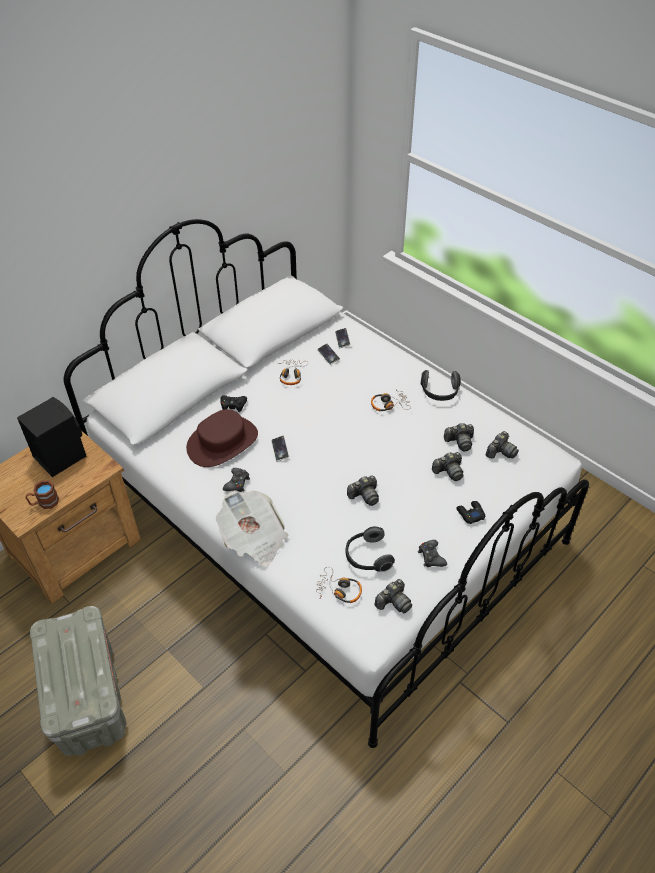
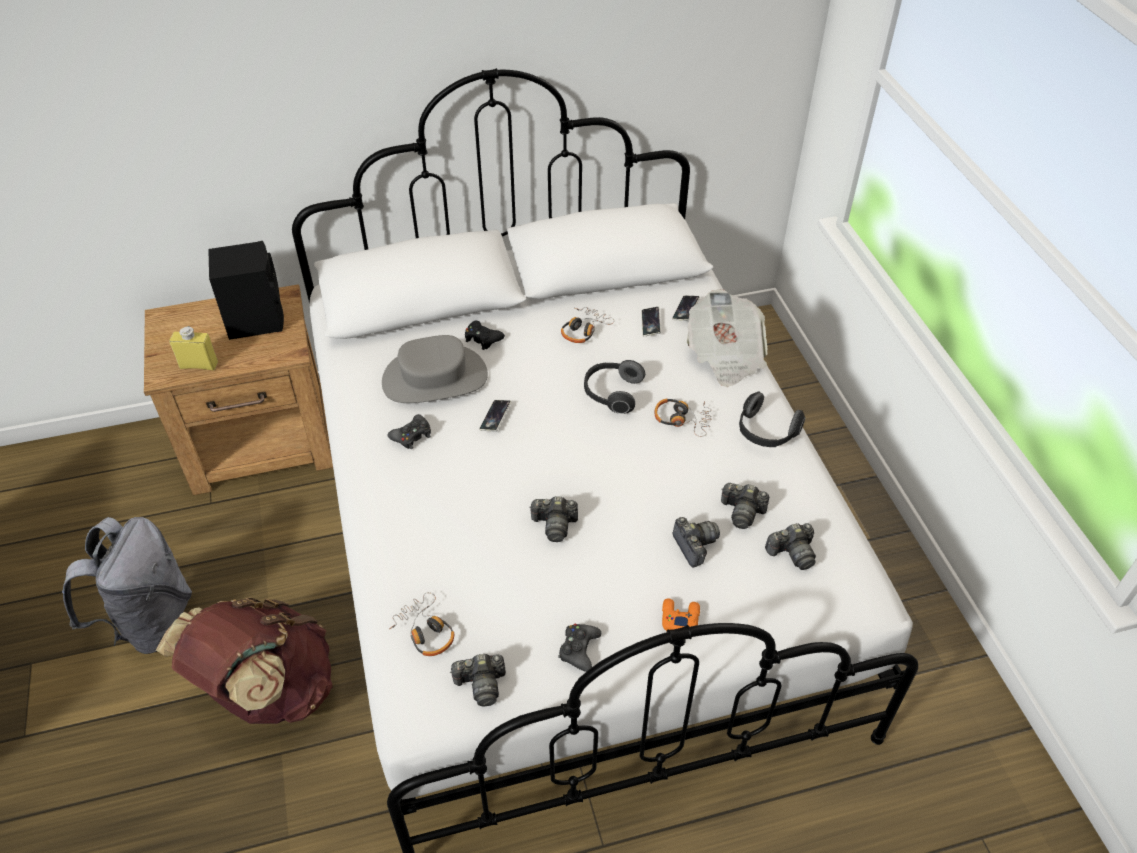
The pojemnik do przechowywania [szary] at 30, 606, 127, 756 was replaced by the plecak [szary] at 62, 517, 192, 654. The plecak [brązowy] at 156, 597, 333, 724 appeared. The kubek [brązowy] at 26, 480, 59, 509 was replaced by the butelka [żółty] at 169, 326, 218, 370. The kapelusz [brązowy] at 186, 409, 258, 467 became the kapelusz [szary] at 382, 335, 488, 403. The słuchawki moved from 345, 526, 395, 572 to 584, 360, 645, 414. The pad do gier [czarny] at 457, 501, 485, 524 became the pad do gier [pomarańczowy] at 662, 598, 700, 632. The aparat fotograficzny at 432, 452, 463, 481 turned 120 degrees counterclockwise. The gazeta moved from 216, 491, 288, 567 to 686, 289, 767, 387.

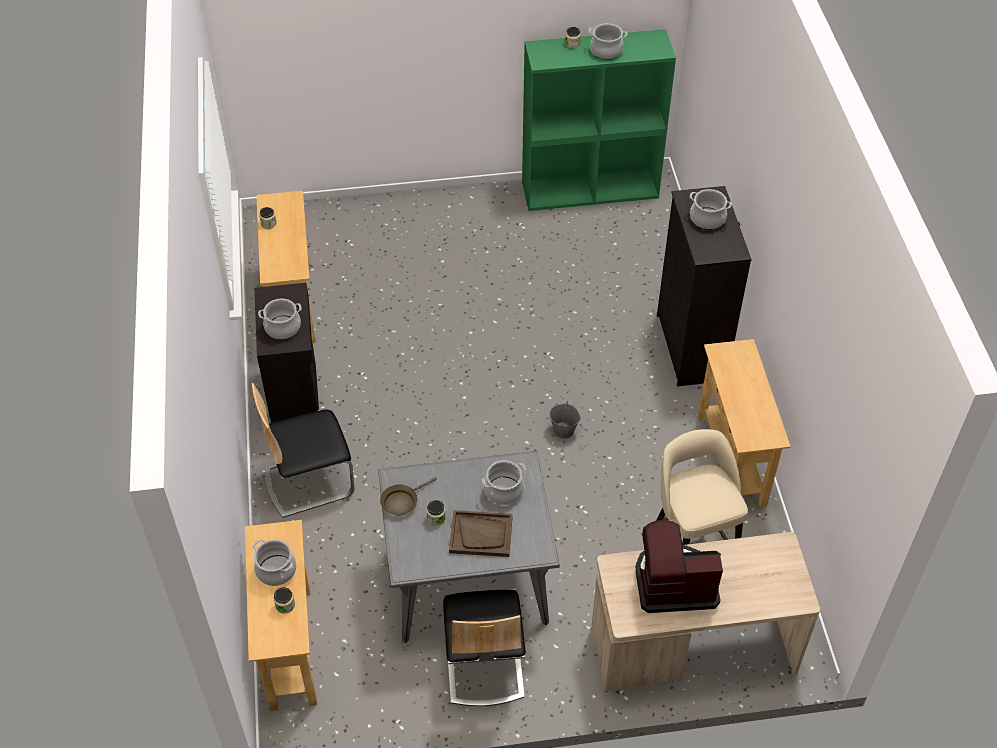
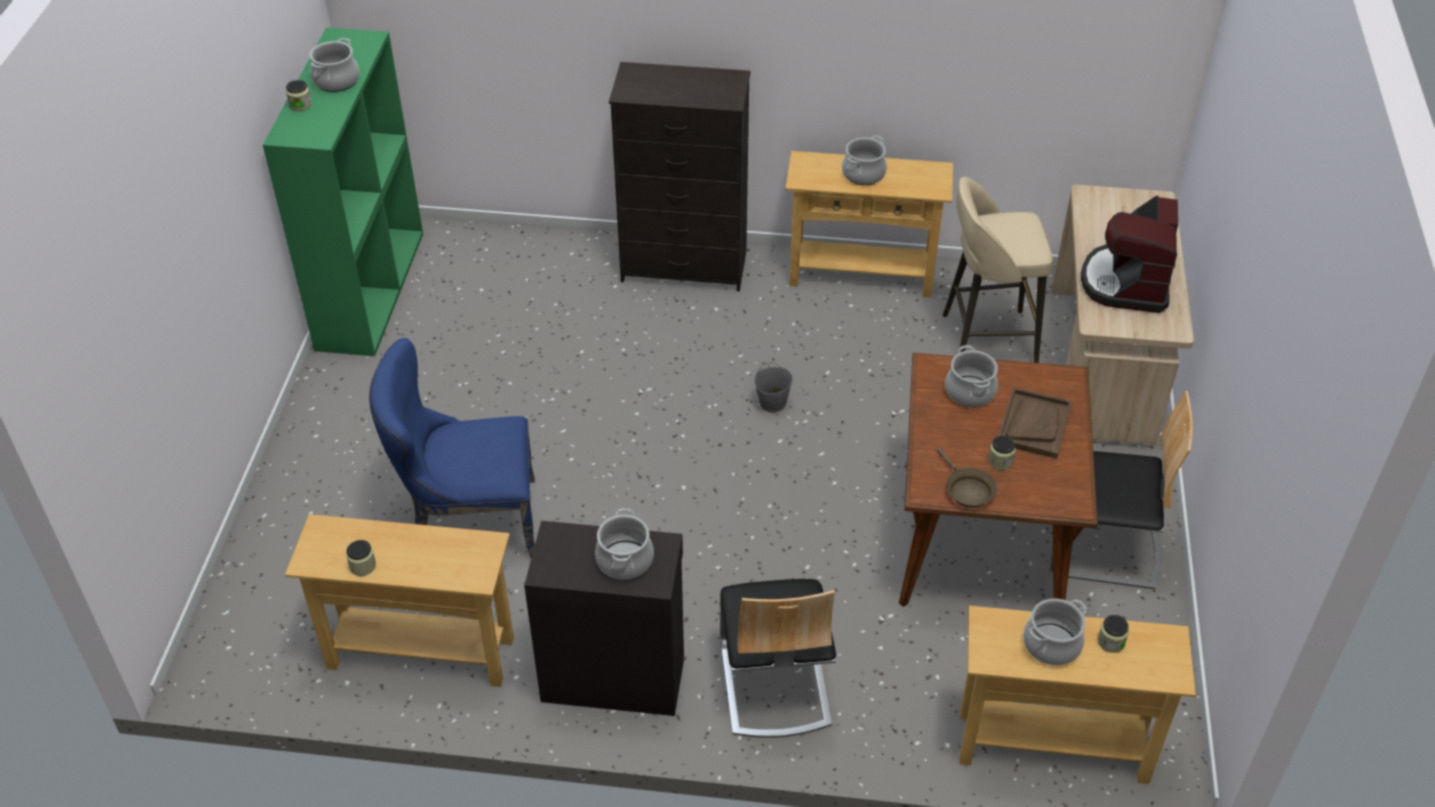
The krzesło [niebieski] at 369, 338, 535, 558 appeared. The garnek moved from 690, 189, 732, 229 to 842, 135, 887, 185. The stół jadalny [szary] at 378, 451, 560, 643 became the stół jadalny [brązowy] at 899, 353, 1098, 607.

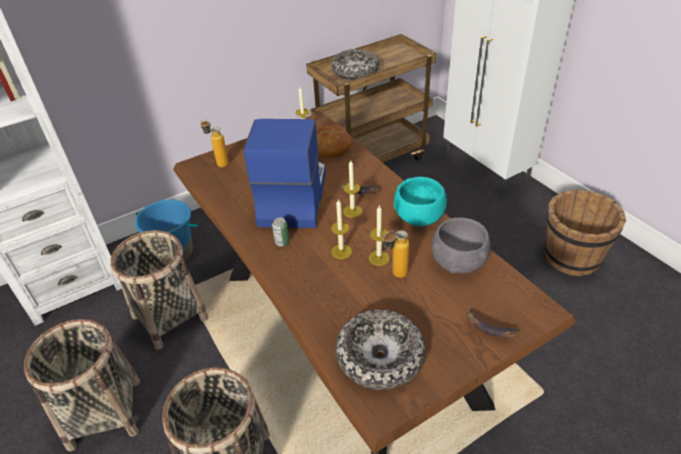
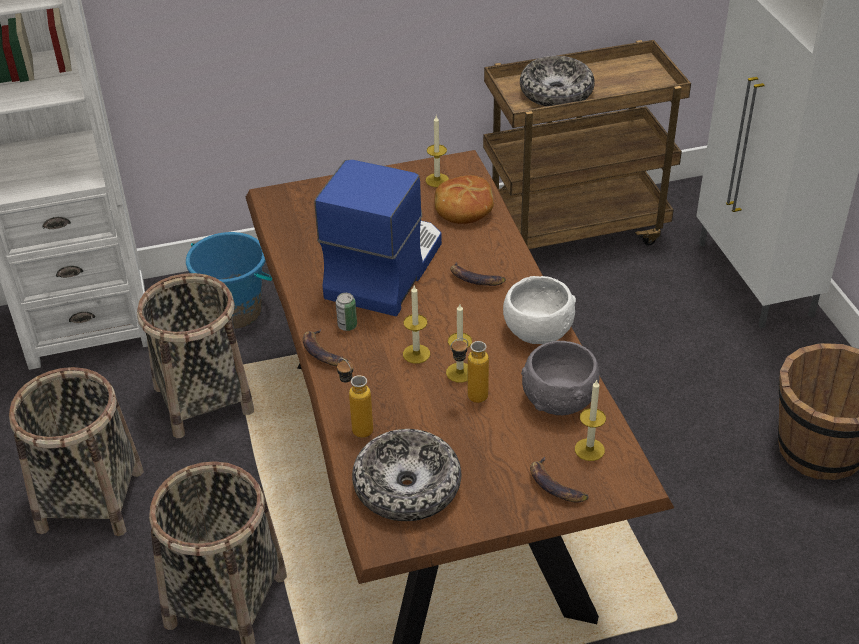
The banan at 303, 329, 349, 366 appeared. The butelka moved from 201, 118, 229, 167 to 337, 358, 373, 438. The miska [turkusowy] at 394, 177, 447, 226 became the miska [biały] at 503, 276, 576, 344. The świeca moved from 343, 160, 362, 218 to 575, 379, 606, 461.

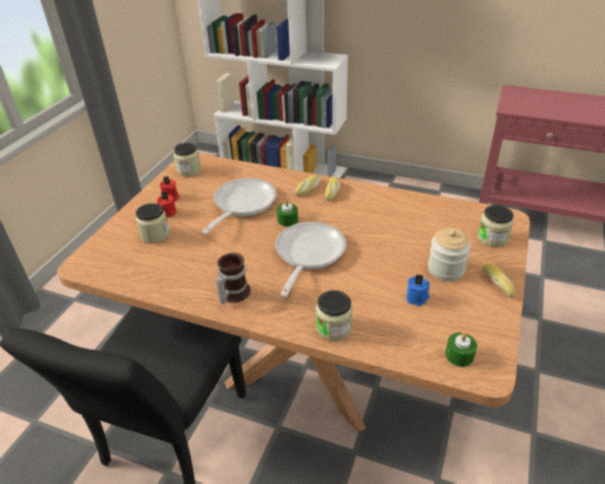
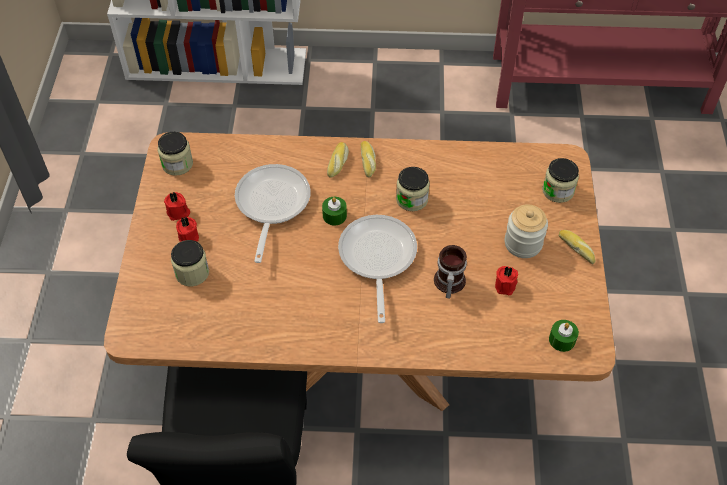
The słoik moved from 316, 290, 353, 341 to 396, 167, 430, 211. The kubek moved from 216, 253, 251, 304 to 434, 245, 467, 298. The świeca [niebieski] at 406, 274, 430, 306 became the świeca [czerwony] at 495, 266, 518, 295.

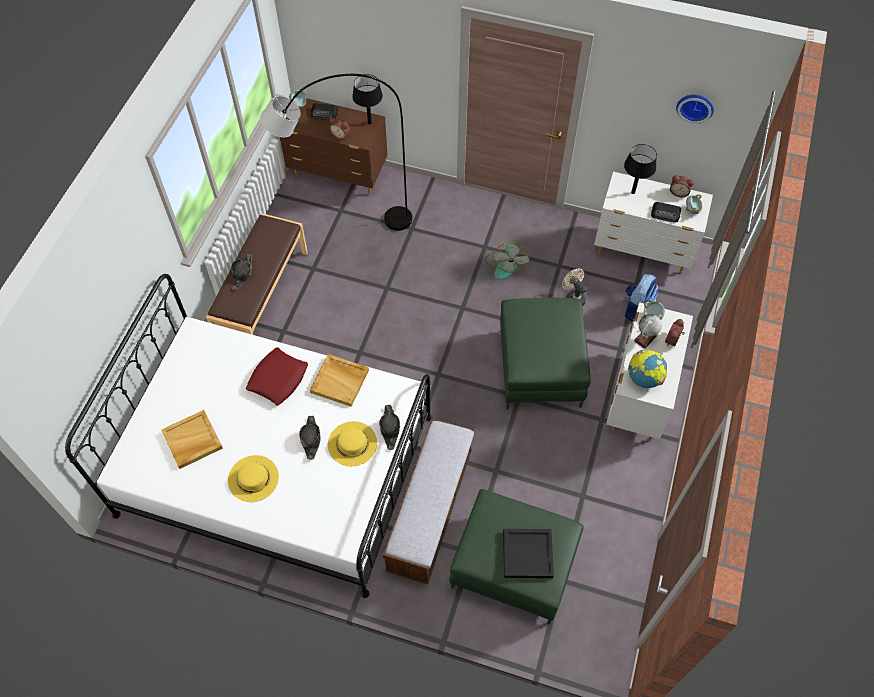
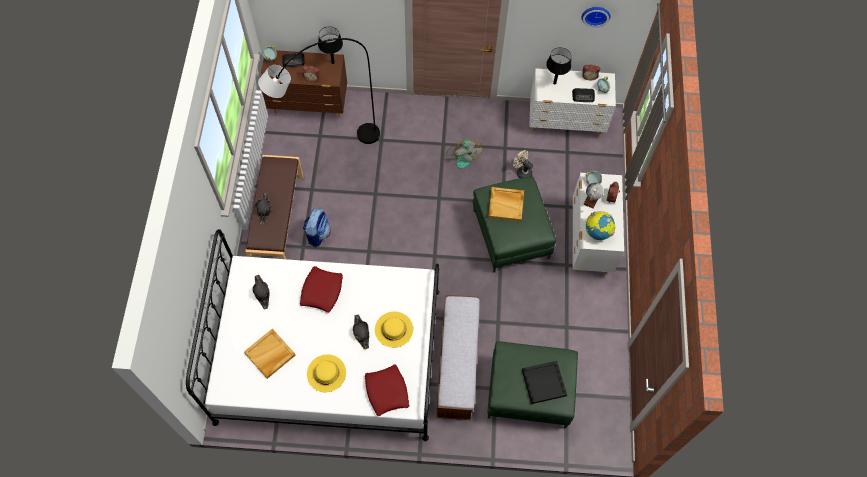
The kapelusz [czarny] moved from 379, 405, 400, 450 to 252, 275, 270, 310. The plecak moved from 625, 274, 658, 322 to 303, 208, 331, 247. The poduszka [czerwony] at 365, 364, 409, 416 appeared. The taca [beżowy] moved from 310, 354, 369, 407 to 488, 187, 524, 222.

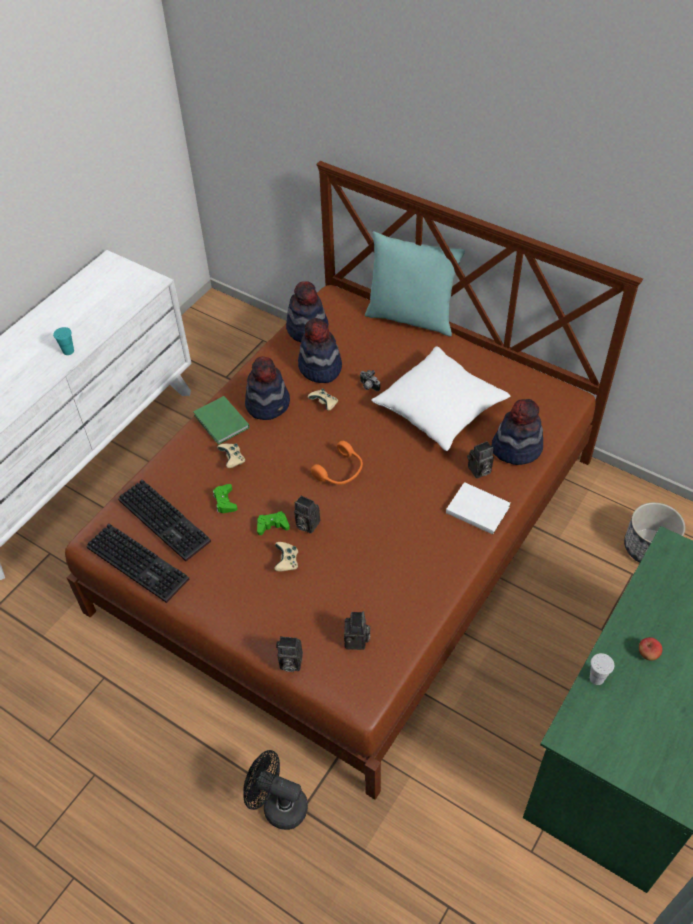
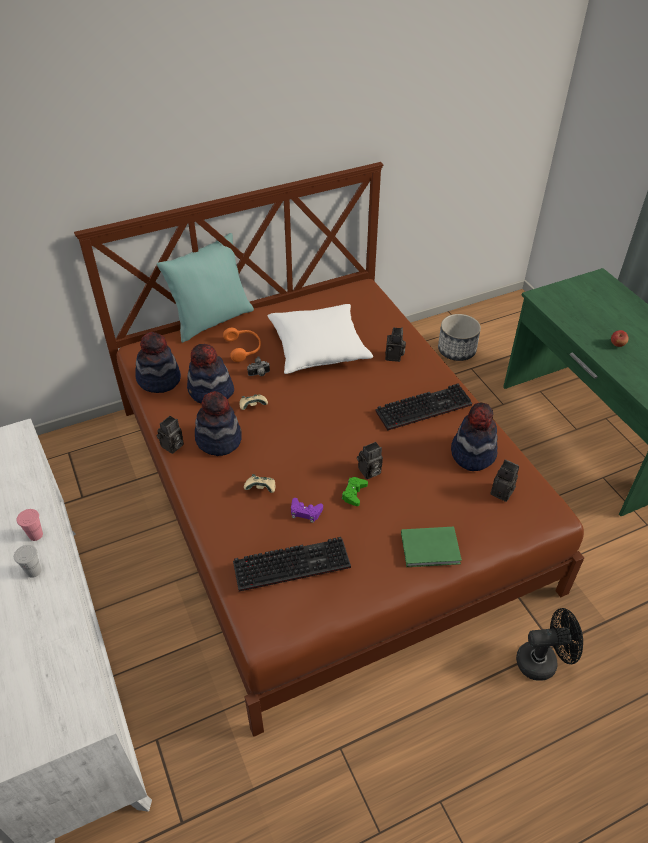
The filiżanka [biały] moved from 590, 653, 614, 685 to 14, 545, 41, 578. The filiżanka [turkusowy] at 53, 327, 74, 355 became the filiżanka [różowy] at 16, 509, 43, 541. The aparat fotograficzny moved from 276, 636, 303, 672 to 156, 416, 184, 454. The słuchawki [pomarańczowy] moved from 311, 441, 363, 485 to 223, 328, 261, 362. The pad do gier [zielony] at 213, 484, 237, 513 became the pad do gier [fioletowy] at 291, 498, 323, 523. The klawiatura moved from 86, 524, 189, 603 to 375, 383, 472, 431. The książka [zielony] moved from 193, 396, 250, 445 to 401, 527, 462, 567. The kapelusz moved from 491, 399, 543, 465 to 451, 403, 498, 471. The wentylator [czarny] at 243, 750, 308, 830 turned 150 degrees counterclockwise. The pad do gier [beżowy] at 274, 542, 298, 572 disappeared. The książka [biały] at 446, 482, 511, 534 disappeared.

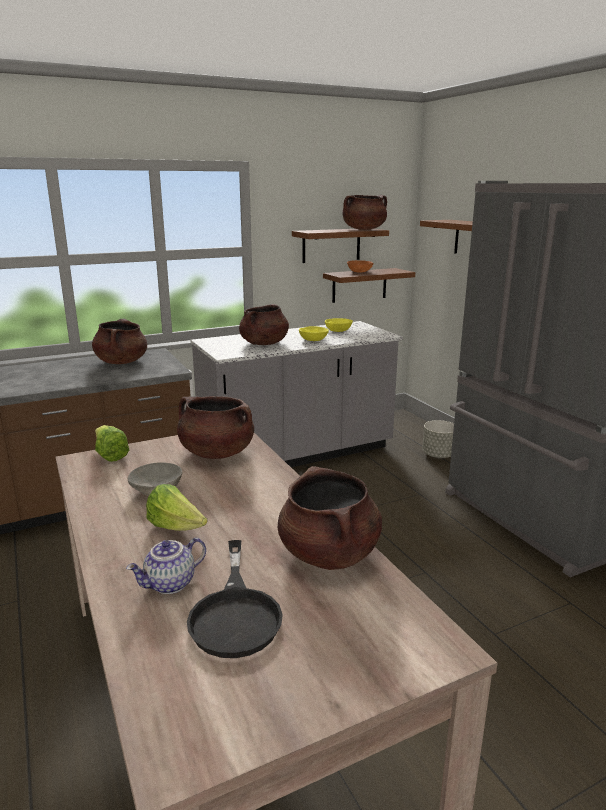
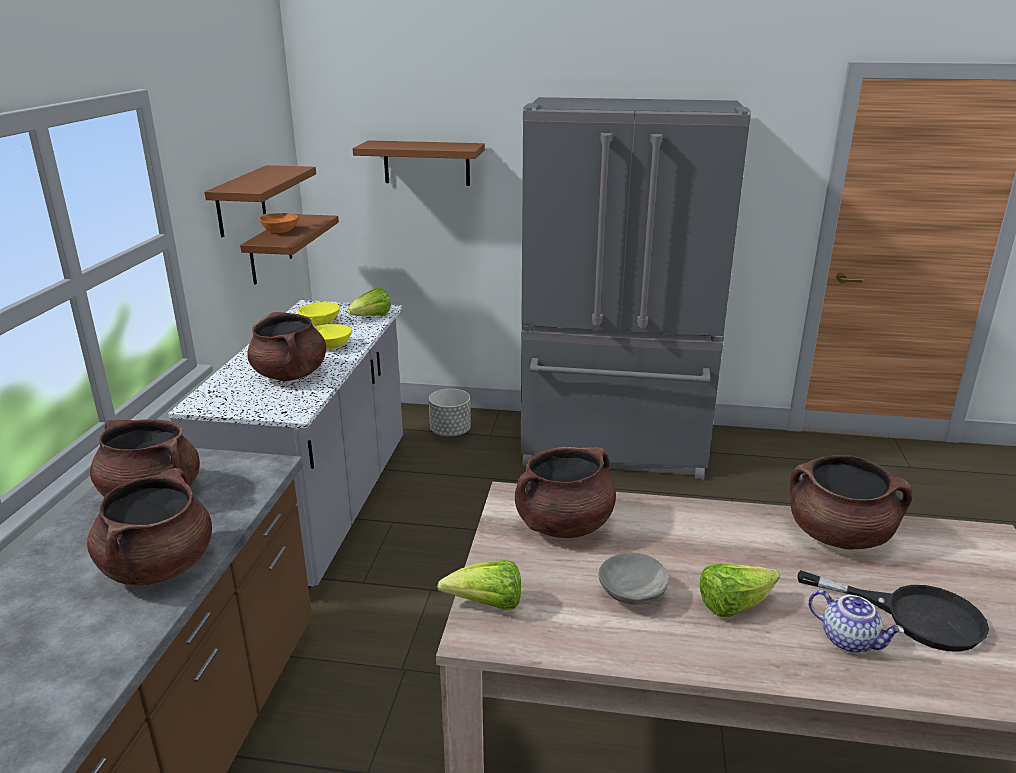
The garnek [brązowy] moved from 342, 195, 387, 230 to 87, 468, 212, 585. The sałata at 347, 288, 391, 316 appeared. The imbryk at 126, 538, 206, 594 turned 45 degrees counterclockwise.

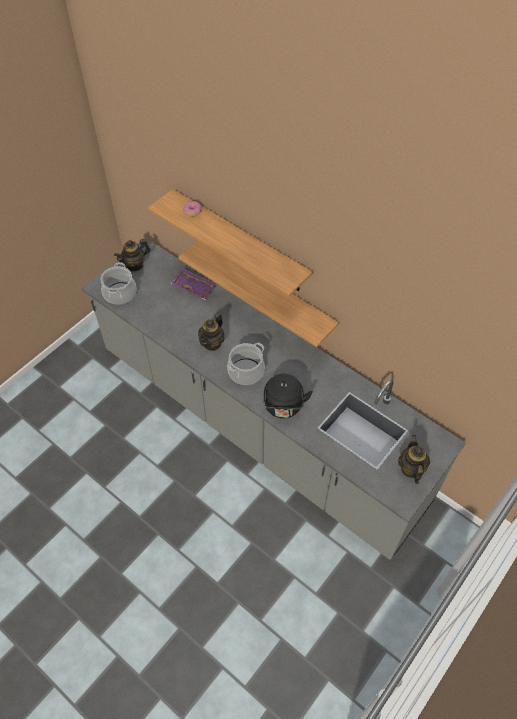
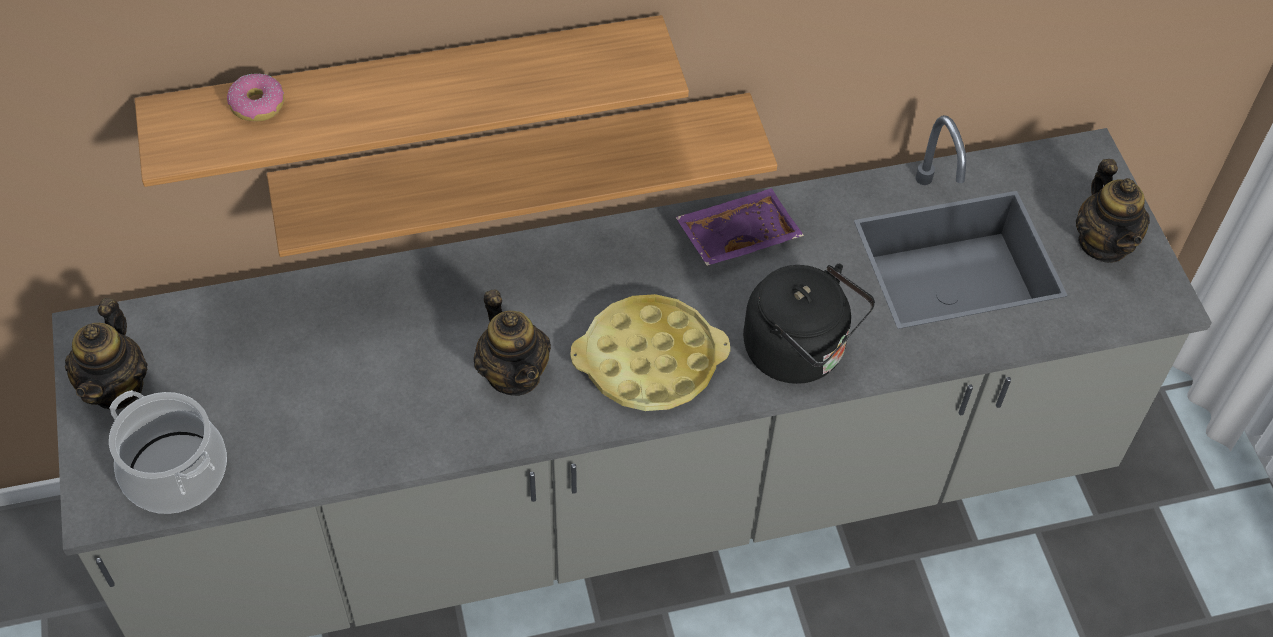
The garnek at 227, 343, 265, 385 was replaced by the taca [żółty] at 570, 294, 730, 411. The taca [fioletowy] moved from 171, 268, 216, 300 to 676, 188, 804, 266. The imbryk at 398, 435, 430, 484 turned 135 degrees counterclockwise.

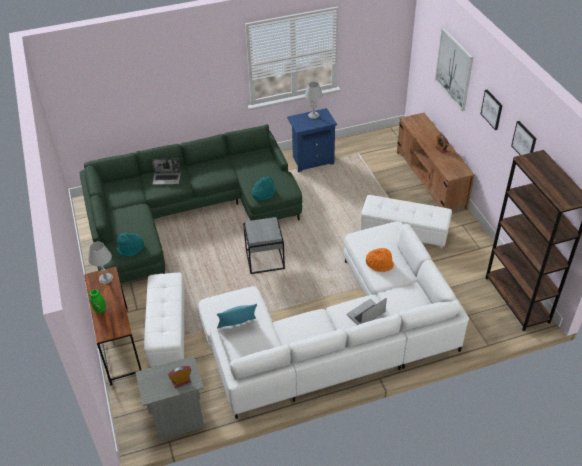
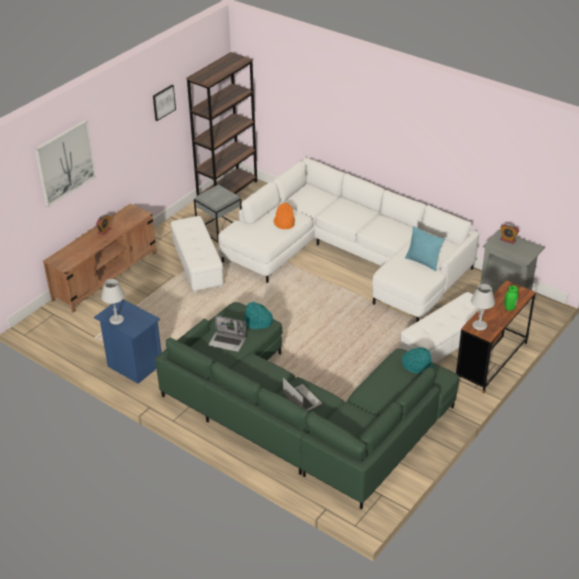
The stolik [szary] moved from 243, 217, 285, 274 to 194, 184, 242, 242. The laptop moved from 347, 298, 387, 325 to 208, 315, 246, 352. The obraz at 481, 90, 503, 130 disappeared.

